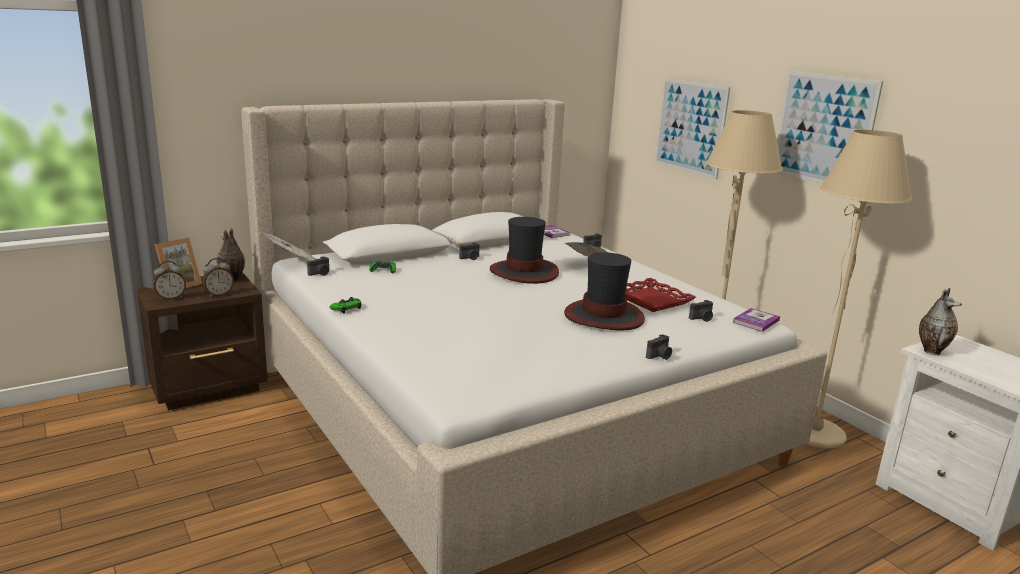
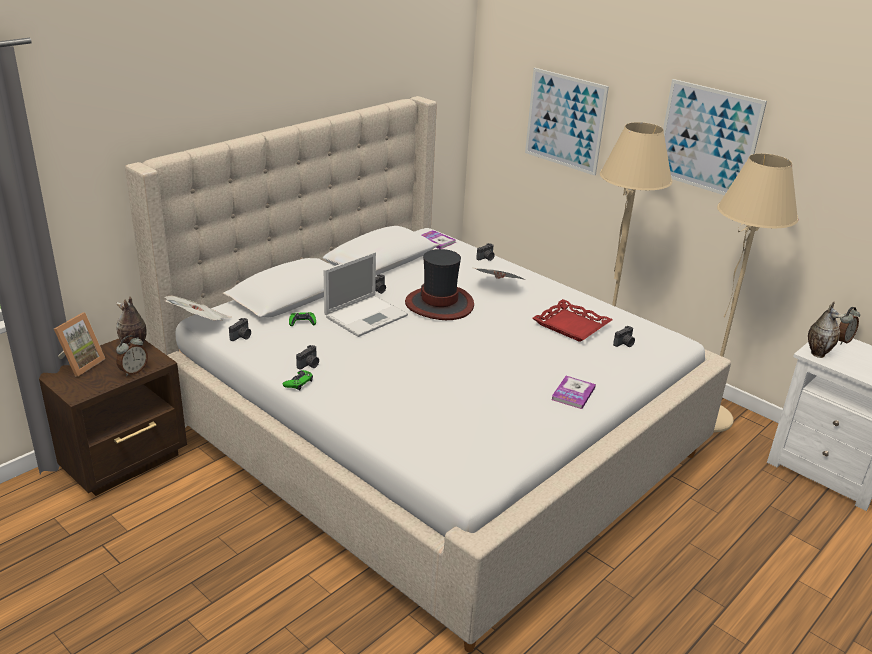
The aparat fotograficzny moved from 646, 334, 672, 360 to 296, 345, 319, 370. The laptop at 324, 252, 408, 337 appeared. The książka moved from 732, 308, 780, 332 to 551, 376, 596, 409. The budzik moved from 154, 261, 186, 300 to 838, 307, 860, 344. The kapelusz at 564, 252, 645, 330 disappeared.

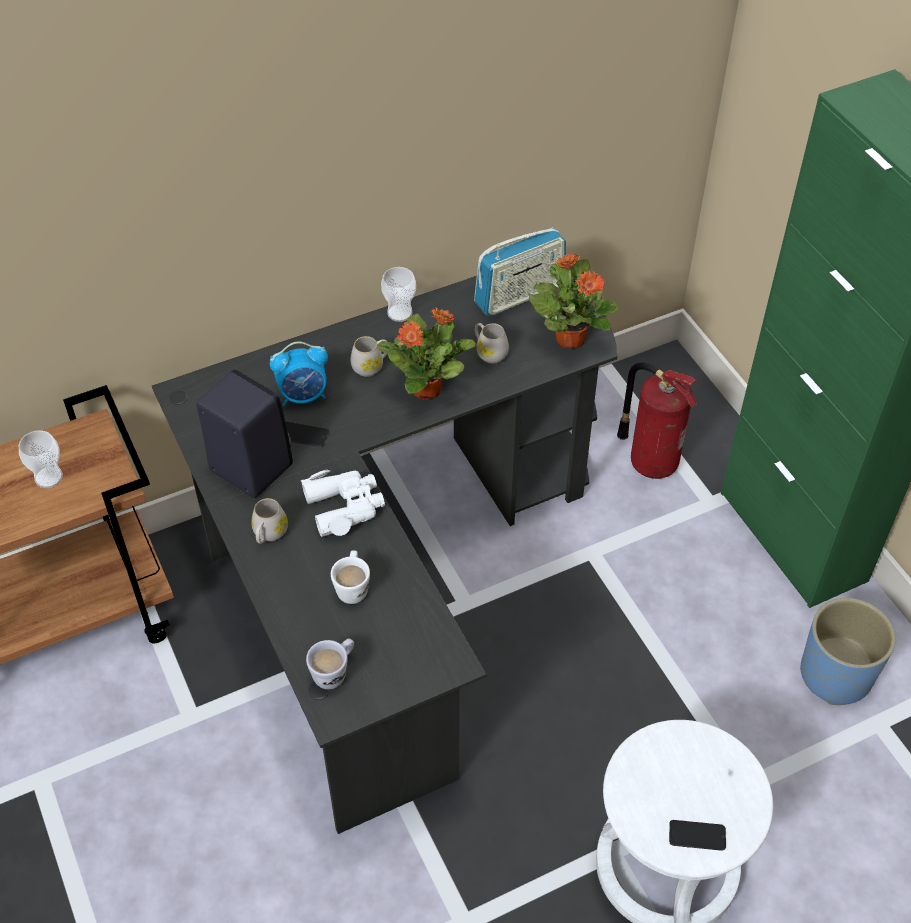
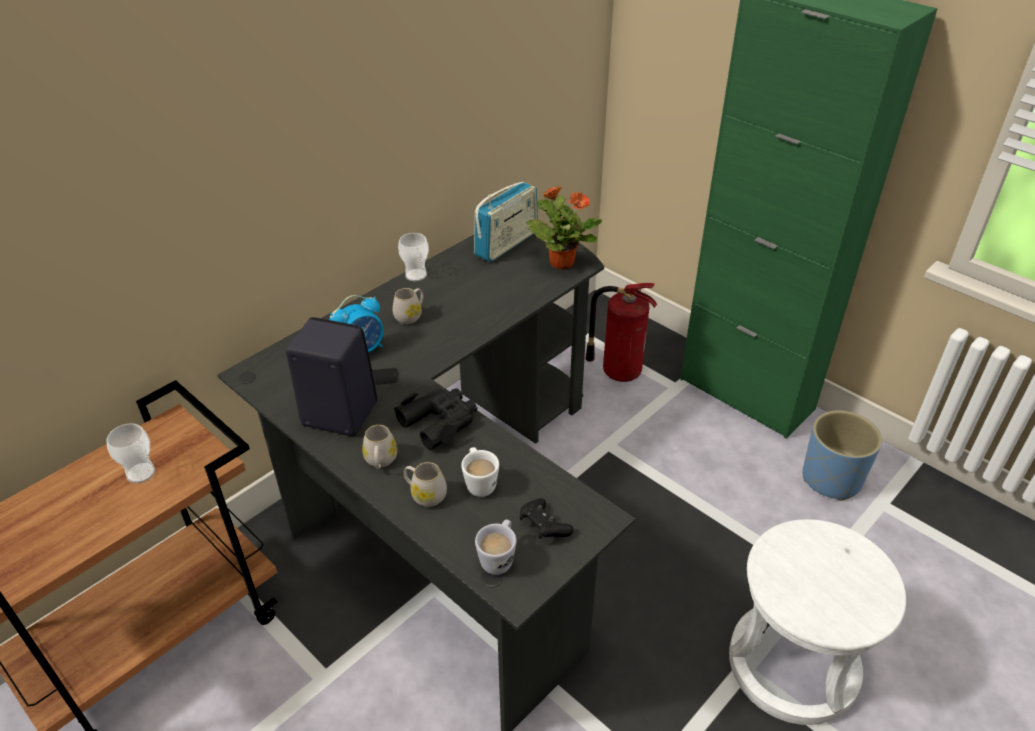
The lornetka [biały] at 301, 470, 385, 537 became the lornetka [czarny] at 394, 388, 477, 450. The kubek [biały] moved from 475, 323, 509, 363 to 404, 462, 447, 507. The pad do gier [czarny] at 520, 498, 574, 539 appeared. The roślina doniczkowa at 377, 307, 476, 400 disappeared. The telefon at 669, 820, 726, 851 disappeared.

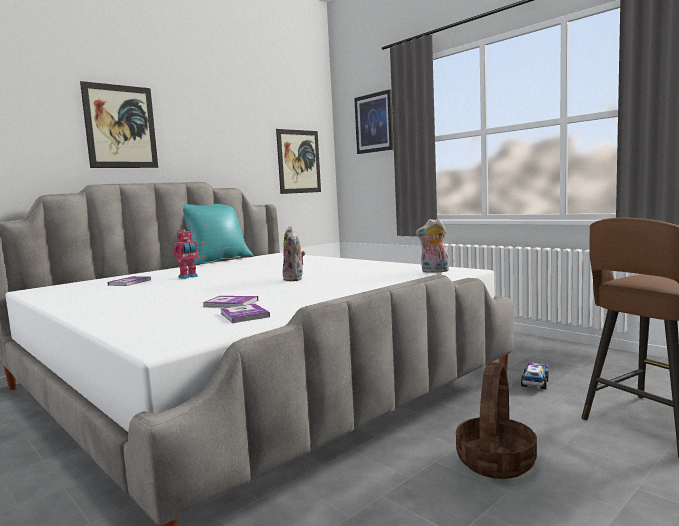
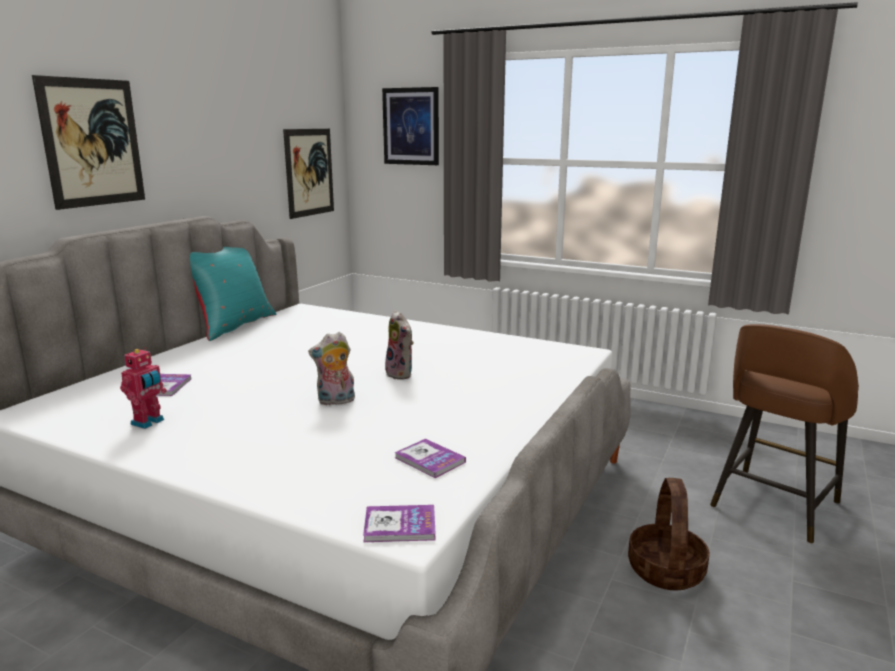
The robot zabawkowy moved from 173, 229, 200, 279 to 120, 347, 167, 429. The pluszak moved from 416, 218, 449, 273 to 308, 332, 355, 405. The książka moved from 202, 296, 258, 308 to 363, 505, 436, 542. The ciężarówka zabawkowa at 521, 363, 549, 389 disappeared.

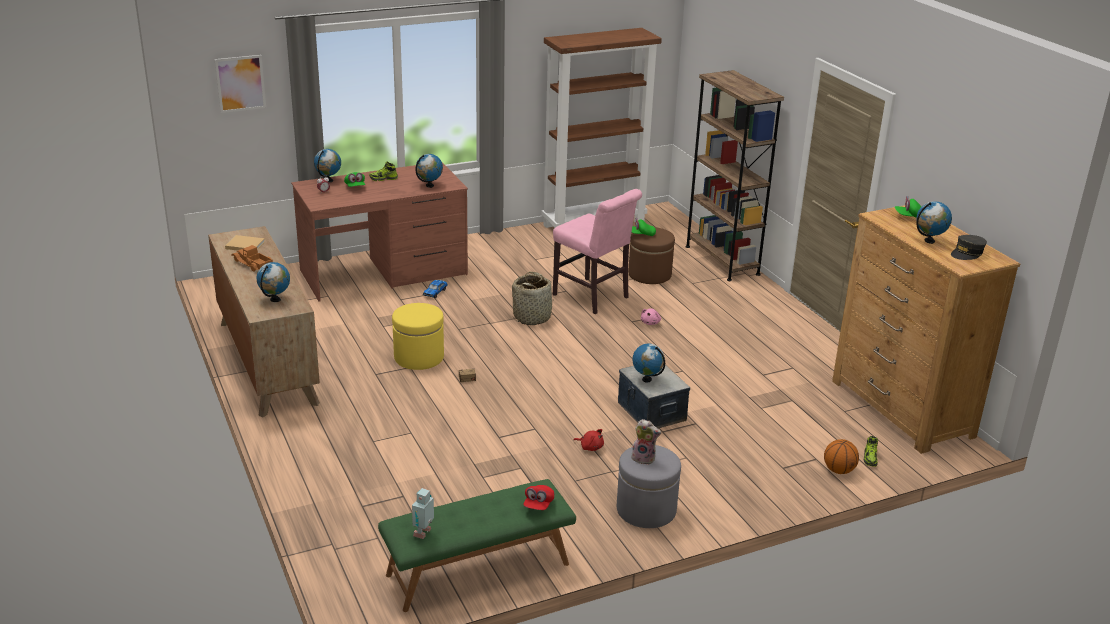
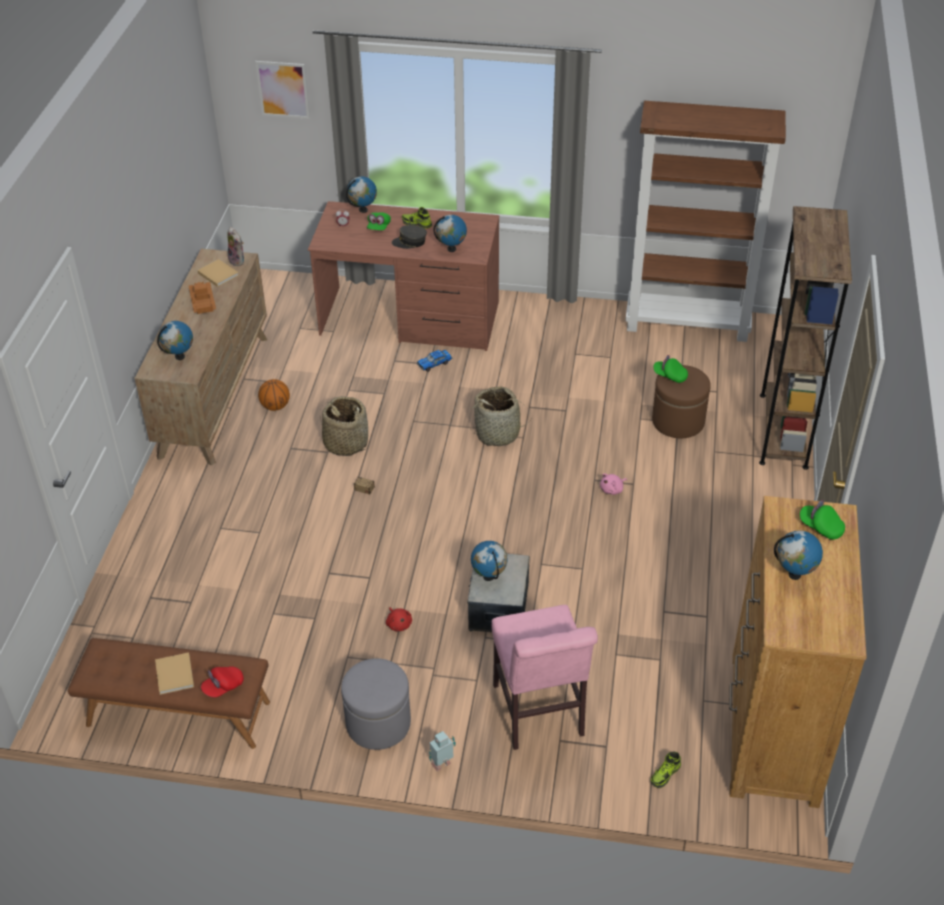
The ławka [zielony] at 378, 479, 576, 612 became the ławka [brązowy] at 68, 638, 270, 749. The książka [beżowy] at 155, 652, 194, 695 appeared. The pluszak moved from 631, 419, 661, 465 to 227, 227, 245, 266. The piłka do koszykówki moved from 824, 439, 859, 474 to 258, 379, 290, 411. The pufa [żółty] at 392, 303, 444, 370 was replaced by the koszyk at 320, 396, 368, 456. The czapka z daszkiem [szary] moved from 951, 235, 987, 260 to 392, 225, 427, 249. The robot zabawkowy moved from 412, 488, 434, 539 to 429, 731, 455, 771. The krzesło [różowy] moved from 553, 189, 642, 314 to 491, 605, 598, 750.

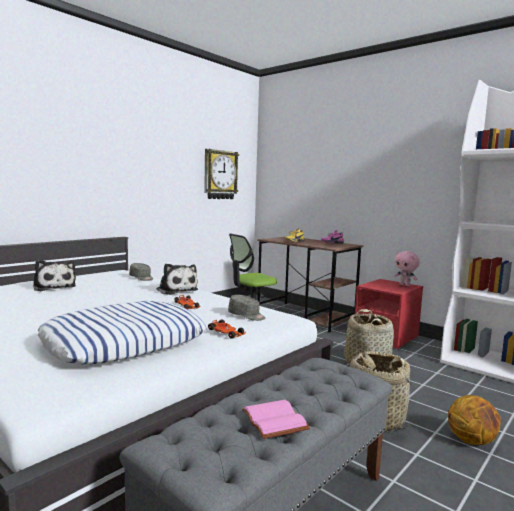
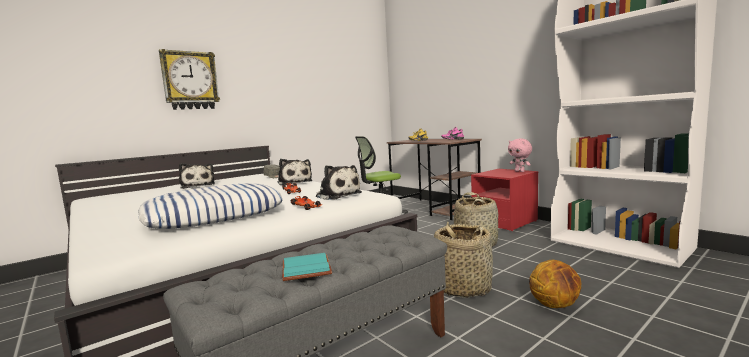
The zegar ścienny moved from 204, 149, 239, 199 to 159, 49, 220, 110. The książka [różowy] at 242, 400, 310, 439 became the książka [turkusowy] at 282, 253, 332, 281. The czapka z daszkiem [szary] at 228, 295, 265, 321 was replaced by the pluszak at 316, 165, 362, 200.

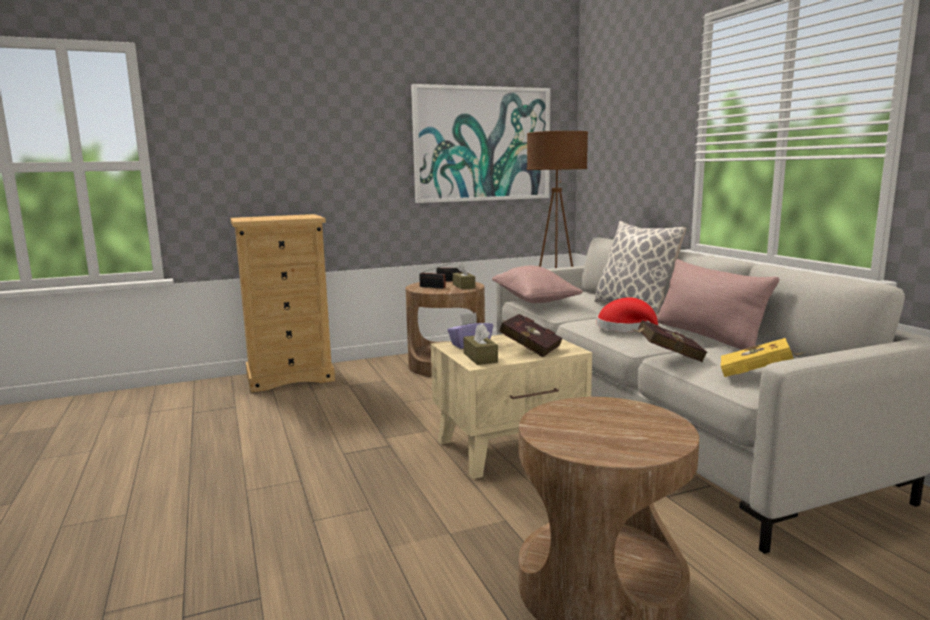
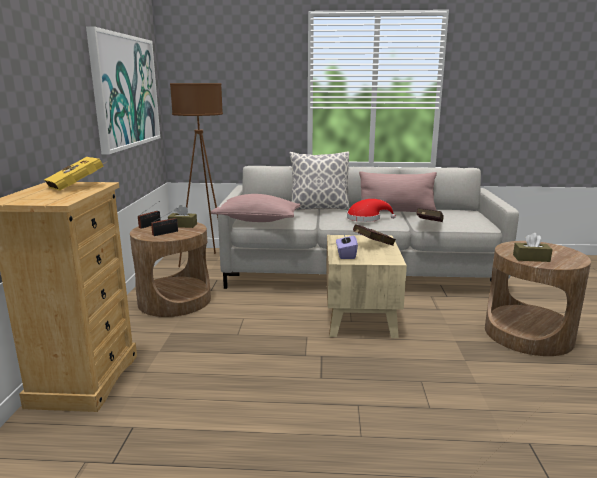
The książka [żółty] moved from 721, 338, 805, 377 to 44, 157, 106, 191. The pudełko chusteczek [brązowy] moved from 463, 323, 498, 365 to 513, 233, 553, 262.

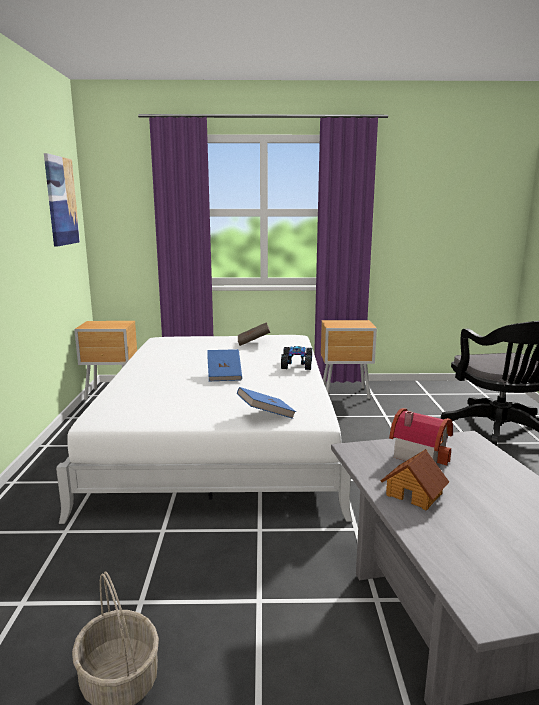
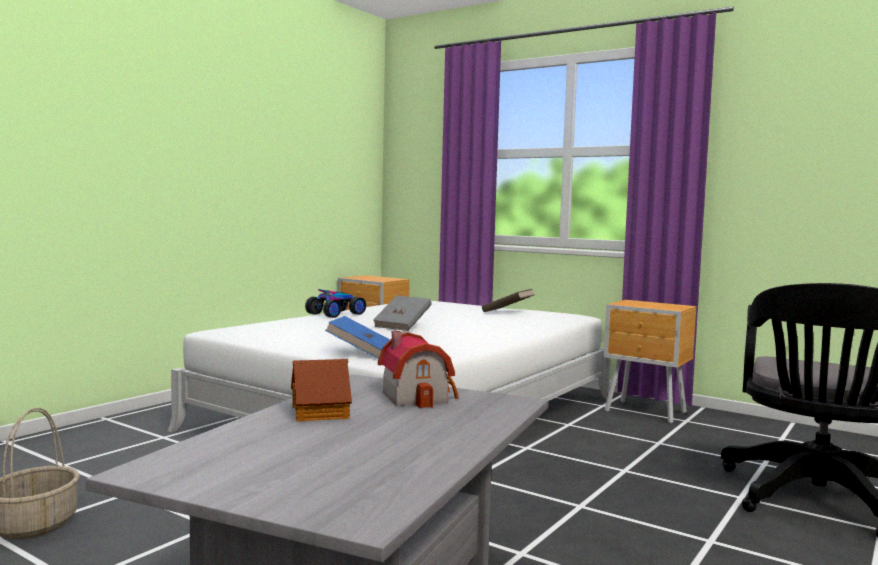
The samochodzik moved from 281, 346, 312, 370 to 305, 289, 366, 318. The książka [niebieski] at 207, 349, 242, 381 became the książka [szary] at 373, 295, 432, 331. The obraz at 44, 153, 80, 247 disappeared.

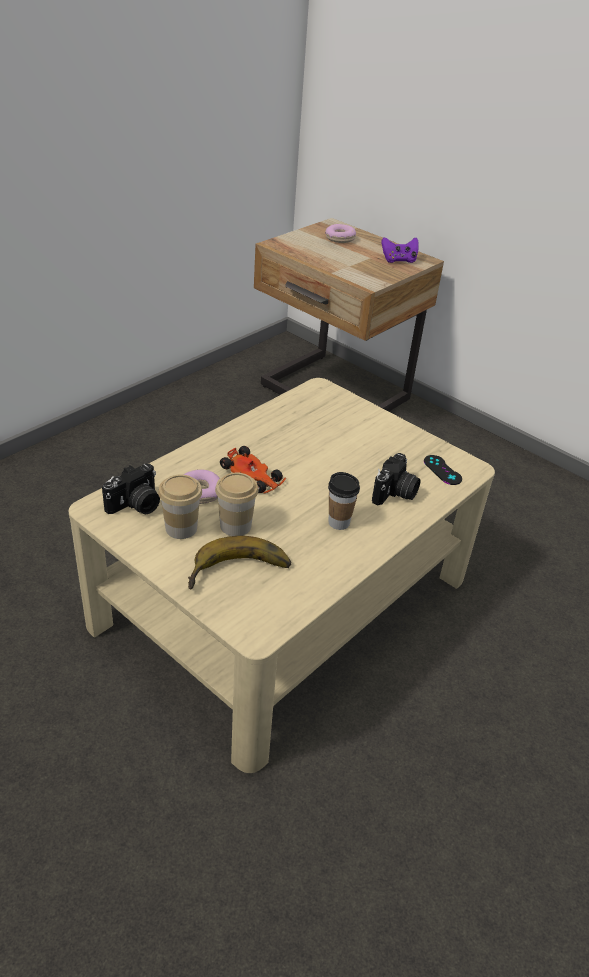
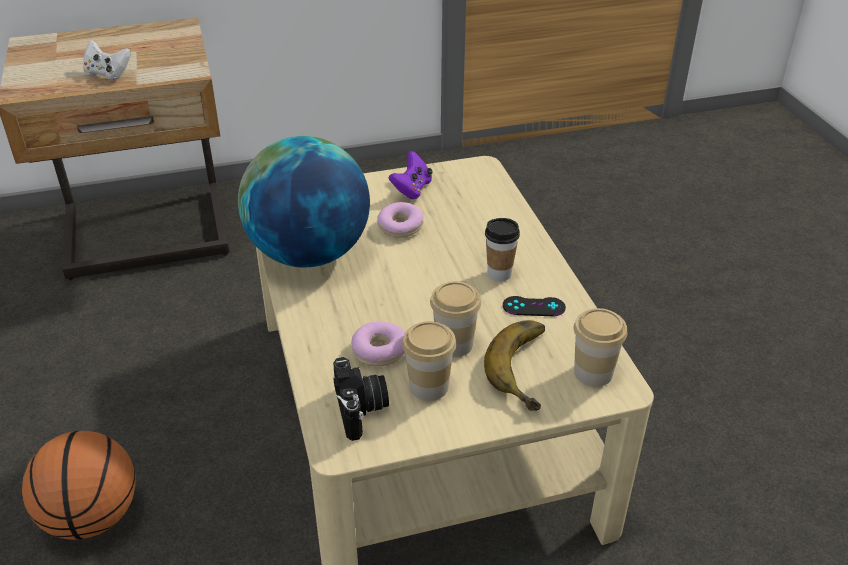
The piłka do koszykówki at 22, 431, 136, 540 appeared. The pad do gier [biały] at 83, 40, 131, 80 appeared. The globus at 238, 136, 370, 267 appeared. The donut moved from 325, 224, 356, 243 to 377, 202, 424, 238. The pad do gier [fioletowy] moved from 382, 237, 419, 263 to 389, 151, 433, 199. The pad do gier [czarny] moved from 424, 455, 462, 485 to 503, 296, 566, 316. The filiżanka at 574, 308, 627, 387 appeared. The samochodzik at 220, 446, 286, 494 disappeared. The aparat fotograficzny at 372, 453, 421, 505 disappeared.

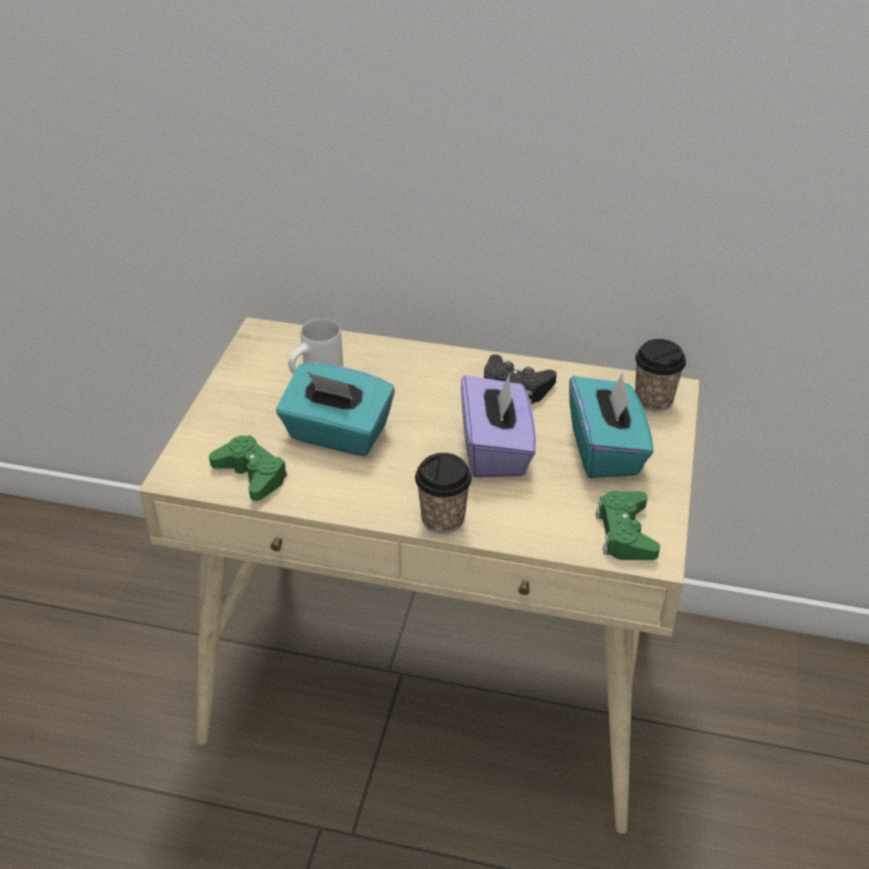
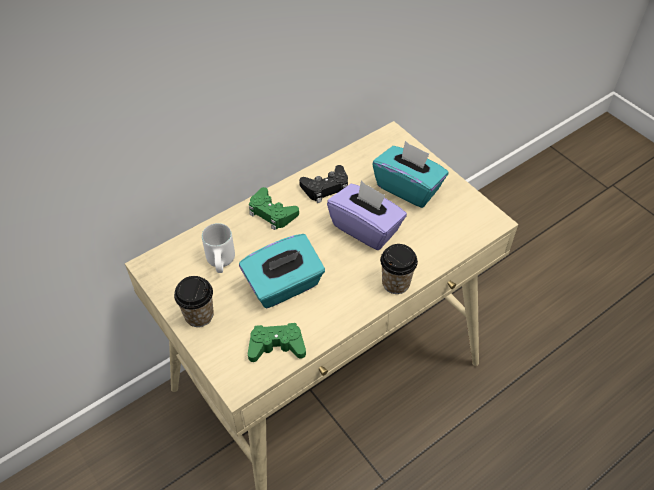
The filiżanka moved from 635, 339, 686, 412 to 174, 276, 214, 327. The pad do gier [zielony] moved from 595, 491, 660, 560 to 249, 187, 299, 230.

